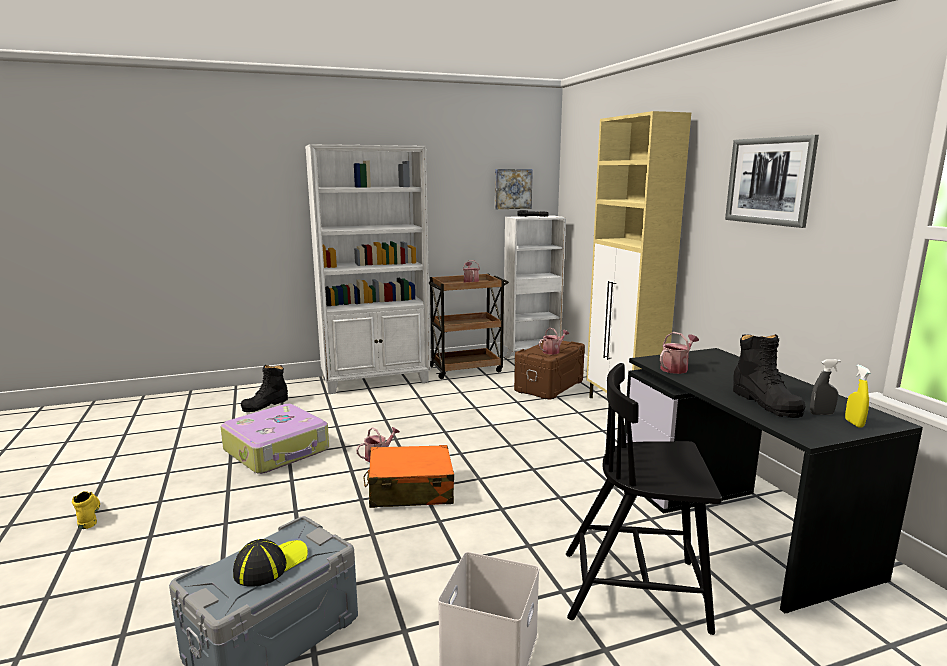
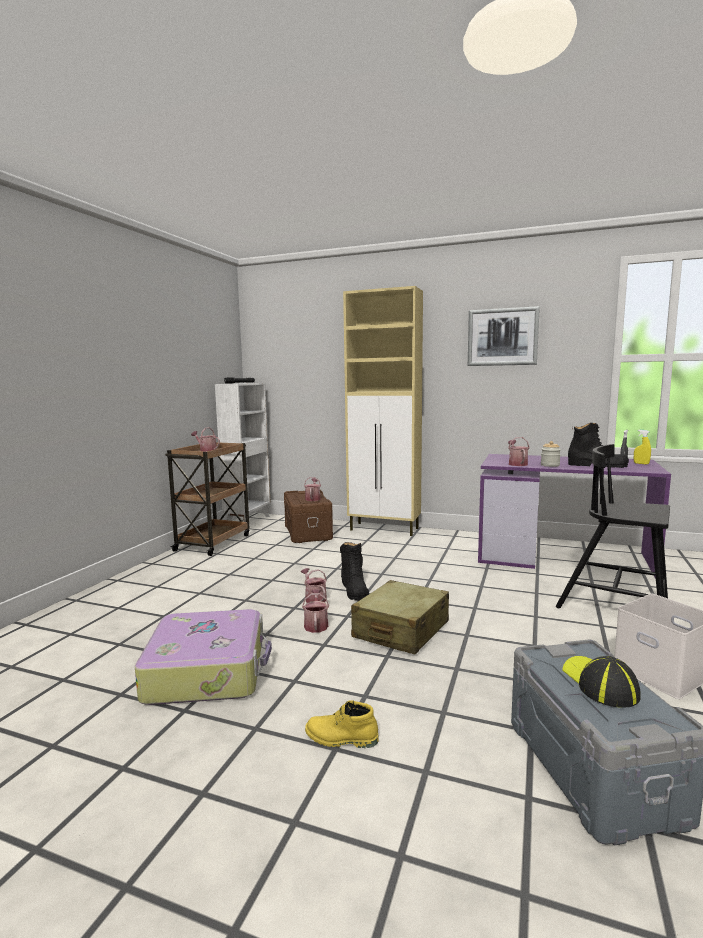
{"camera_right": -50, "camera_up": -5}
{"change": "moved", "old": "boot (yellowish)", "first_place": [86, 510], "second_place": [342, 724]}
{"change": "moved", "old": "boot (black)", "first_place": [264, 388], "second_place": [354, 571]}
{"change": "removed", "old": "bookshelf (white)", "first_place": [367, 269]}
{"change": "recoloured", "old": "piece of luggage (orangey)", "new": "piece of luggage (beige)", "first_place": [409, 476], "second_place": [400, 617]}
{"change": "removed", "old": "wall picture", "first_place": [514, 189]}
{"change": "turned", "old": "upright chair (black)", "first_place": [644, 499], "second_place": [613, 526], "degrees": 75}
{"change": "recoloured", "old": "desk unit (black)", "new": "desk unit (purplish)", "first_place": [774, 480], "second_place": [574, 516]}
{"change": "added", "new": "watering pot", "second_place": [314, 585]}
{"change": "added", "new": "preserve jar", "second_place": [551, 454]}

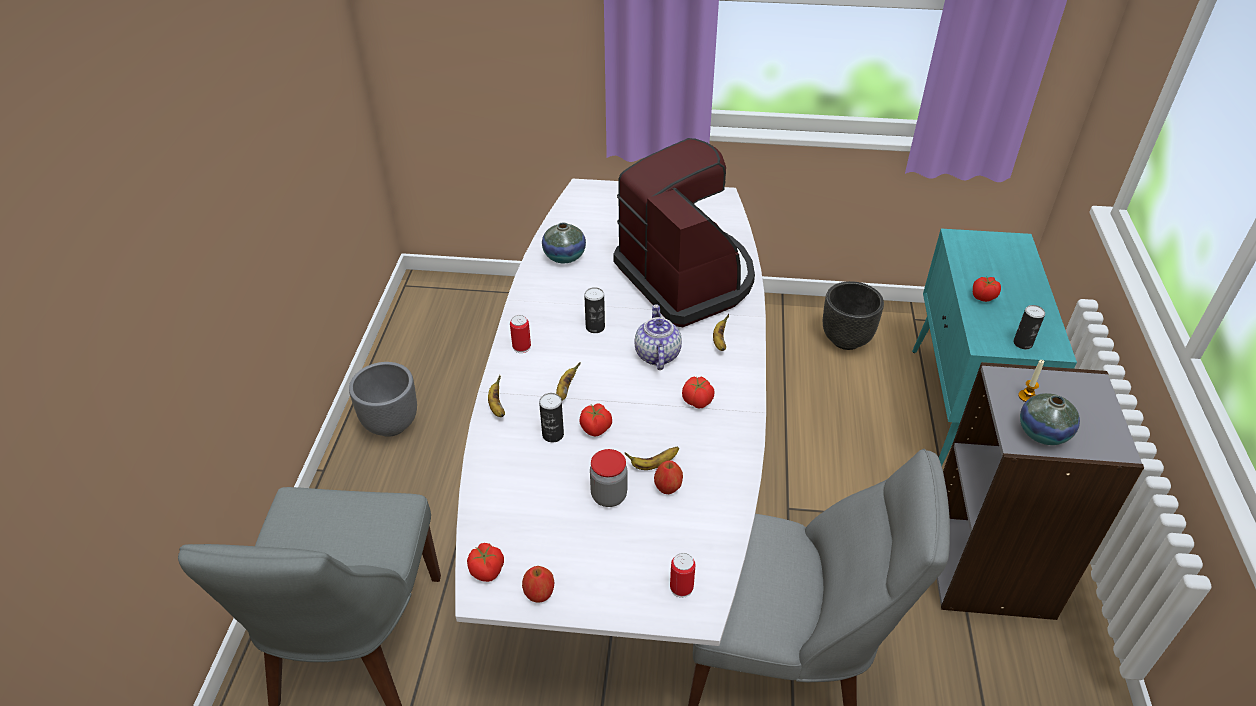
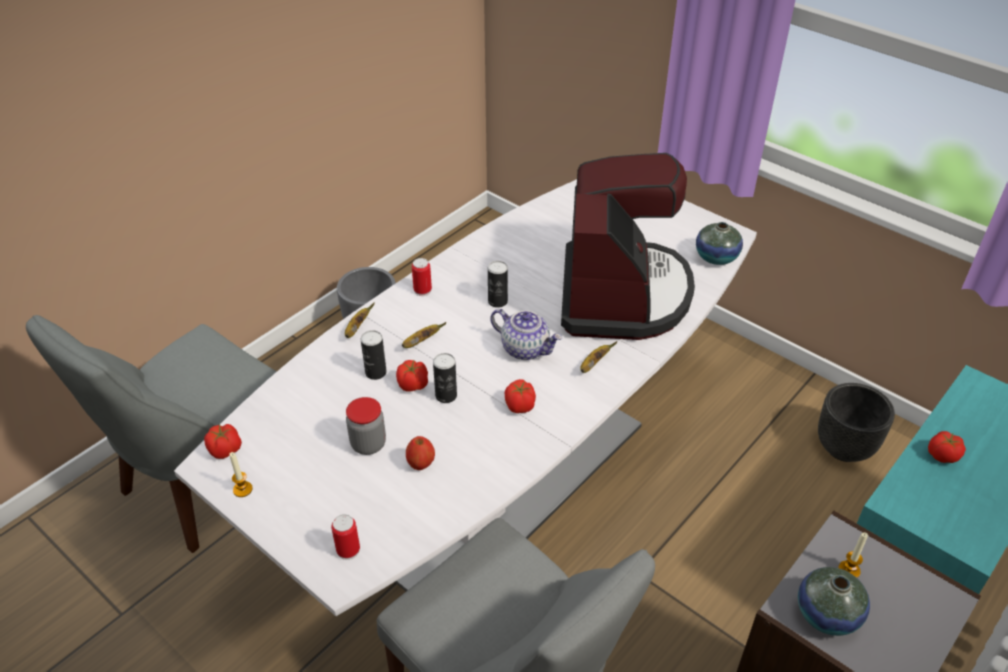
{"camera_right": 35, "camera_up": 0}
{"change": "replaced", "old": "whole apple", "new": "wax light", "first_place": [538, 584], "second_place": [241, 474]}
{"change": "moved", "old": "flower vase", "first_place": [564, 242], "second_place": [719, 243]}
{"change": "removed", "old": "banana", "first_place": [651, 458]}
{"change": "turned", "old": "tea pot", "first_place": [658, 337], "second_place": [526, 334], "degrees": 90}
{"change": "moved", "old": "sealed can", "first_place": [1029, 327], "second_place": [445, 378]}

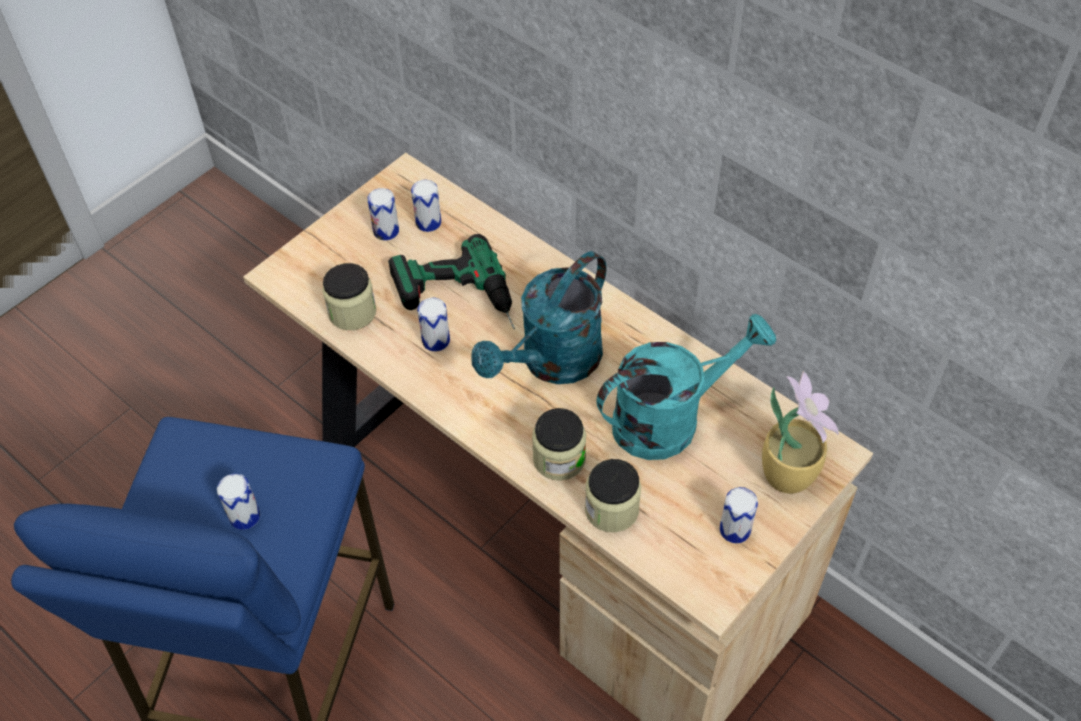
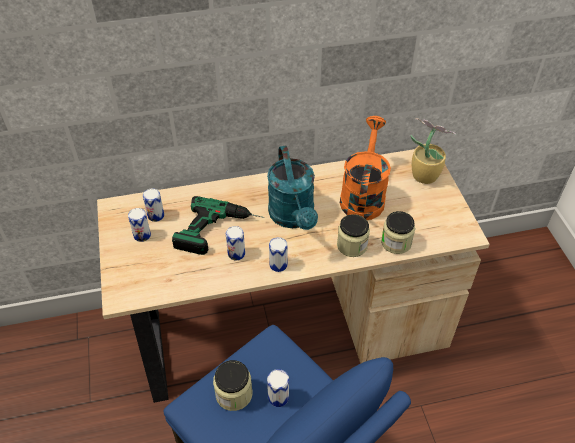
{"camera_right": -55, "camera_up": -5}
{"change": "moved", "old": "preserve jar", "first_place": [349, 296], "second_place": [232, 385]}
{"change": "recoloured", "old": "watering pot (turquoise-coloured)", "new": "watering pot (orangey)", "first_place": [686, 387], "second_place": [365, 168]}
{"change": "moved", "old": "sealed can", "first_place": [739, 515], "second_place": [278, 254]}

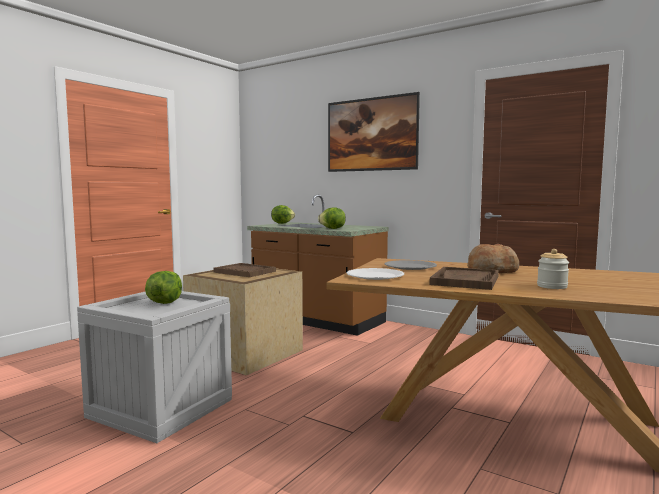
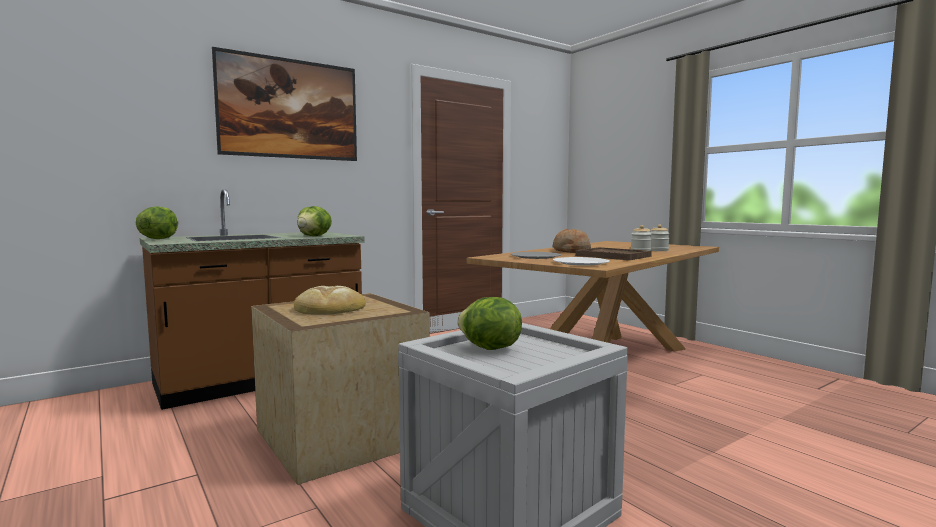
{"camera_right": -70, "camera_up": 0}
{"change": "replaced", "old": "serving tray (brown)", "new": "bakery bread", "first_place": [245, 270], "second_place": [330, 300]}
{"change": "added", "new": "preserve jar", "second_place": [660, 238]}

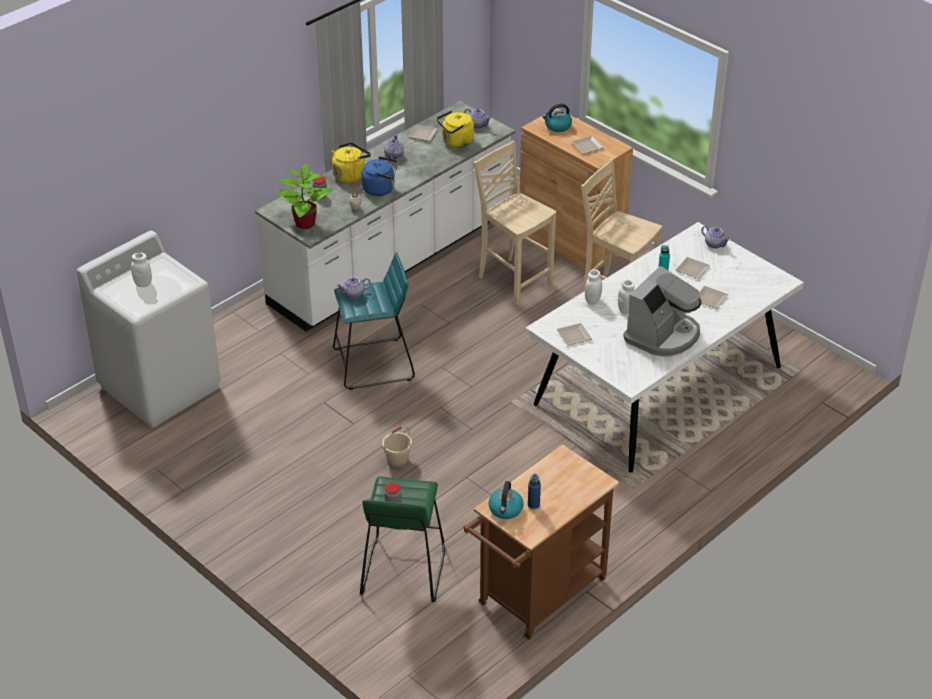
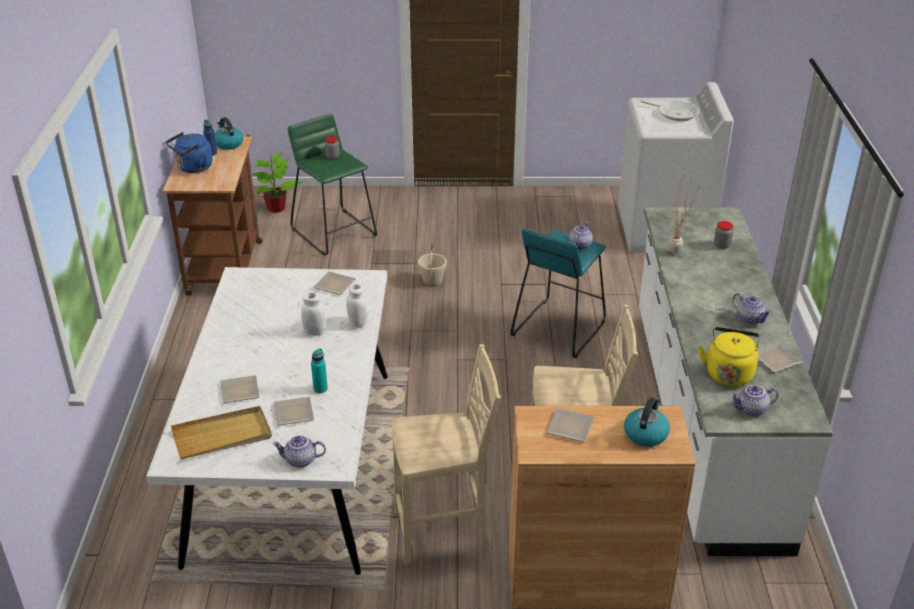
{"camera_right": 135, "camera_up": -5}
{"change": "replaced", "old": "preserve jar (white)", "new": "frying pan", "first_place": [141, 270], "second_place": [669, 111]}
{"change": "moved", "old": "potted plant", "first_place": [305, 196], "second_place": [277, 182]}
{"change": "removed", "old": "tea kettle (yellowish)", "first_place": [351, 162]}
{"change": "moved", "old": "tea kettle (blue)", "first_place": [379, 176], "second_place": [189, 152]}
{"change": "removed", "old": "coffee brewer", "first_place": [662, 311]}
{"change": "added", "new": "serving tray (beige)", "second_place": [221, 433]}

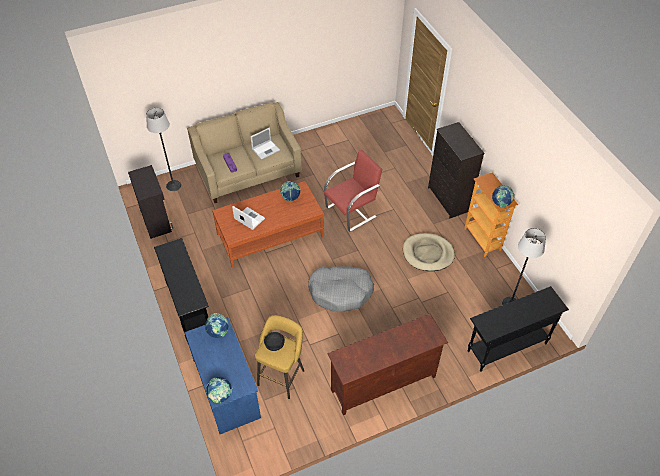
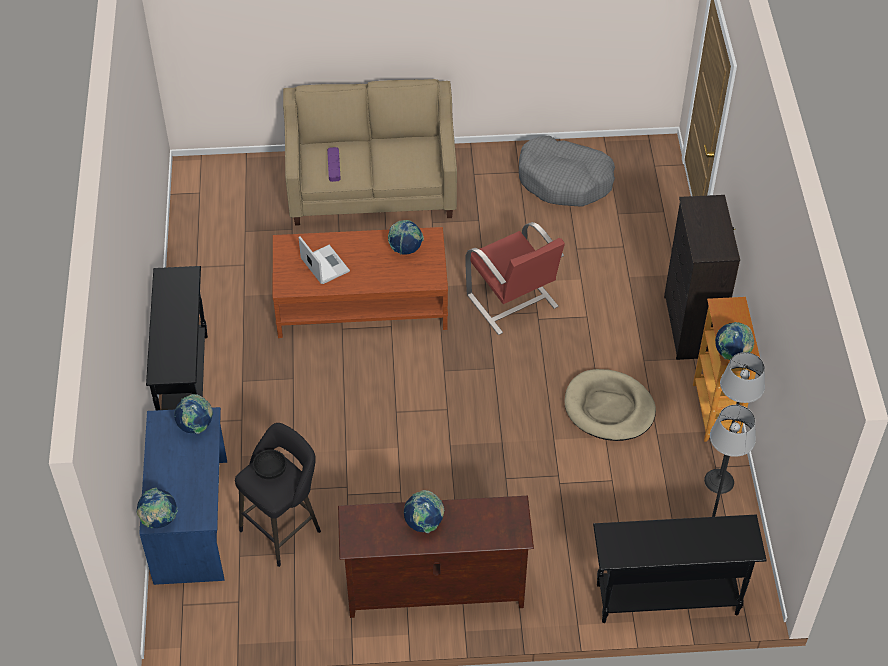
{"camera_right": 20, "camera_up": 0}
{"change": "removed", "old": "cupboard (black)", "first_place": [150, 202]}
{"change": "moved", "old": "floor lamp", "first_place": [163, 149], "second_place": [734, 423]}
{"change": "removed", "old": "laptop", "first_place": [265, 144]}
{"change": "recoloured", "old": "stool seat (yellowish)", "new": "stool seat (black)", "first_place": [279, 357], "second_place": [278, 495]}
{"change": "moved", "old": "dog cushion (gray)", "first_place": [341, 289], "second_place": [567, 171]}
{"change": "turned", "old": "lounge chair (reddish)", "first_place": [353, 191], "second_place": [515, 278], "degrees": 75}
{"change": "added", "new": "world globe", "second_place": [424, 512]}

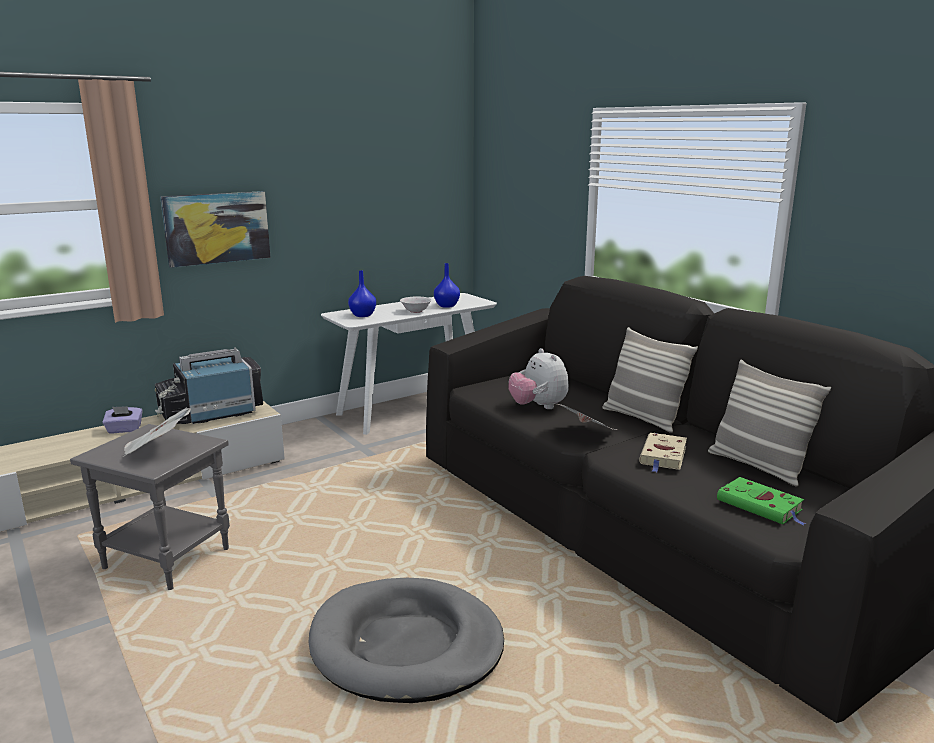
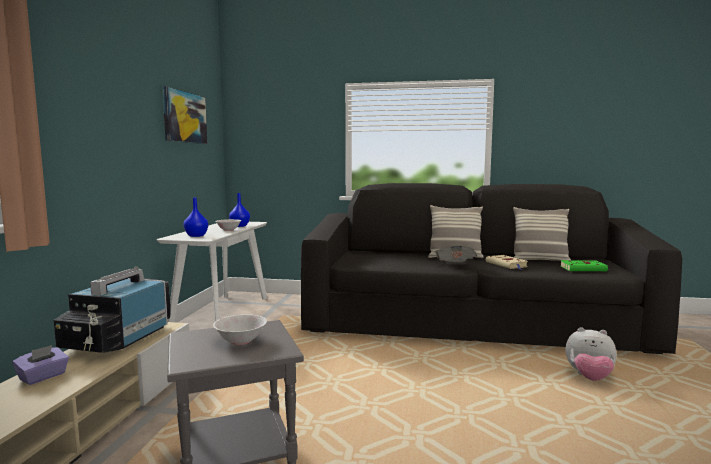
{"camera_right": -45, "camera_up": -10}
{"change": "replaced", "old": "daily paper", "new": "bowl (white)", "first_place": [157, 432], "second_place": [240, 329]}
{"change": "moved", "old": "wall picture", "first_place": [215, 229], "second_place": [184, 115]}
{"change": "removed", "old": "dog cushion (gray)", "first_place": [406, 640]}
{"change": "moved", "old": "plush toy", "first_place": [538, 378], "second_place": [591, 354]}

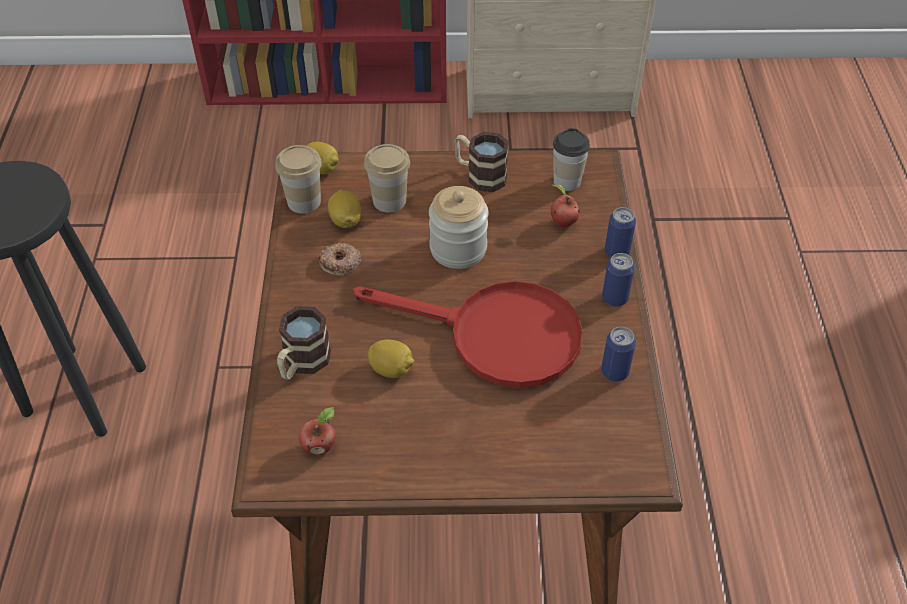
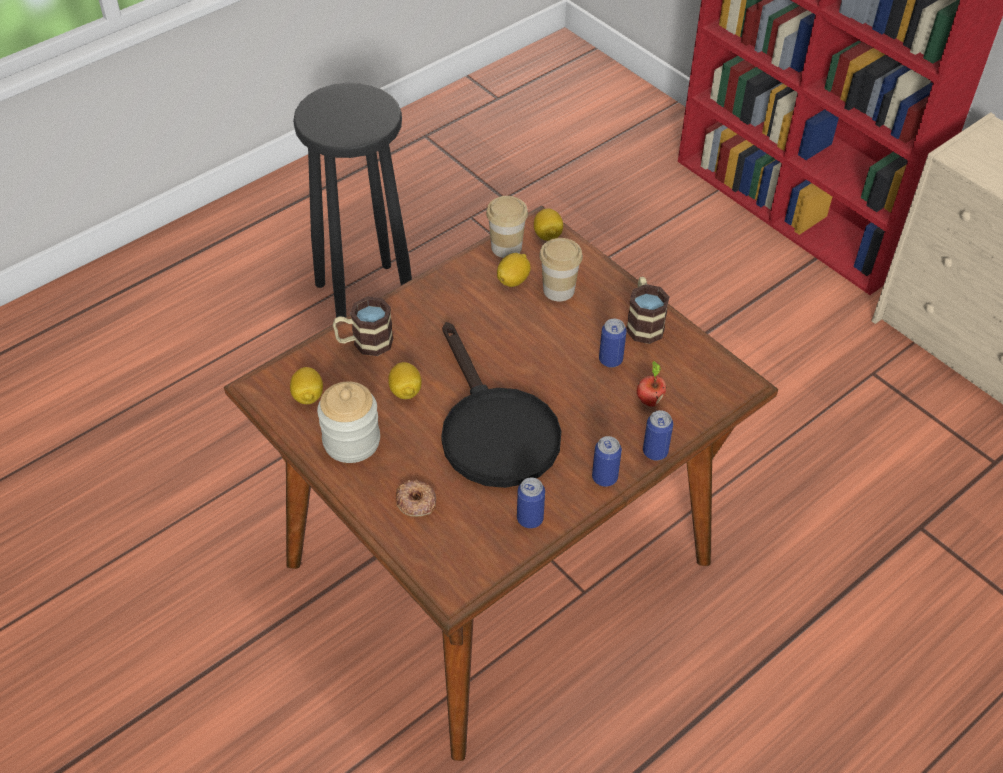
{"camera_right": 50, "camera_up": 0}
{"change": "replaced", "old": "whole apple", "new": "lemon", "first_place": [317, 431], "second_place": [306, 385]}
{"change": "moved", "old": "donut", "first_place": [340, 259], "second_place": [416, 498]}
{"change": "recoloured", "old": "frying pan (reddish)", "new": "frying pan (black)", "first_place": [468, 334], "second_place": [501, 405]}
{"change": "moved", "old": "preserve jar", "first_place": [458, 227], "second_place": [348, 422]}
{"change": "removed", "old": "drinking cup", "first_place": [571, 159]}
{"change": "added", "new": "sealed can", "second_place": [613, 343]}

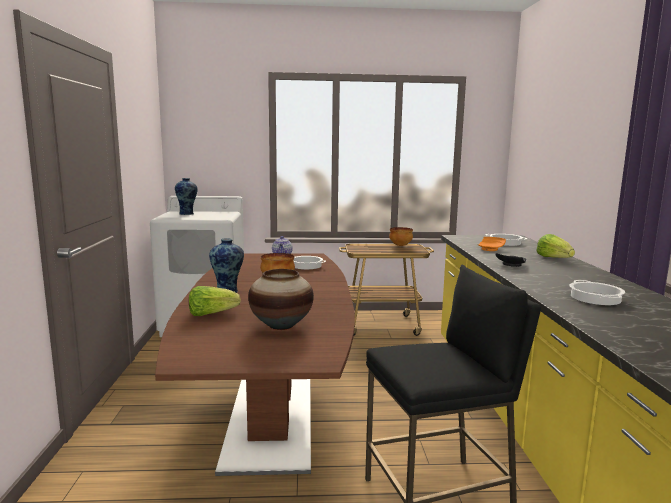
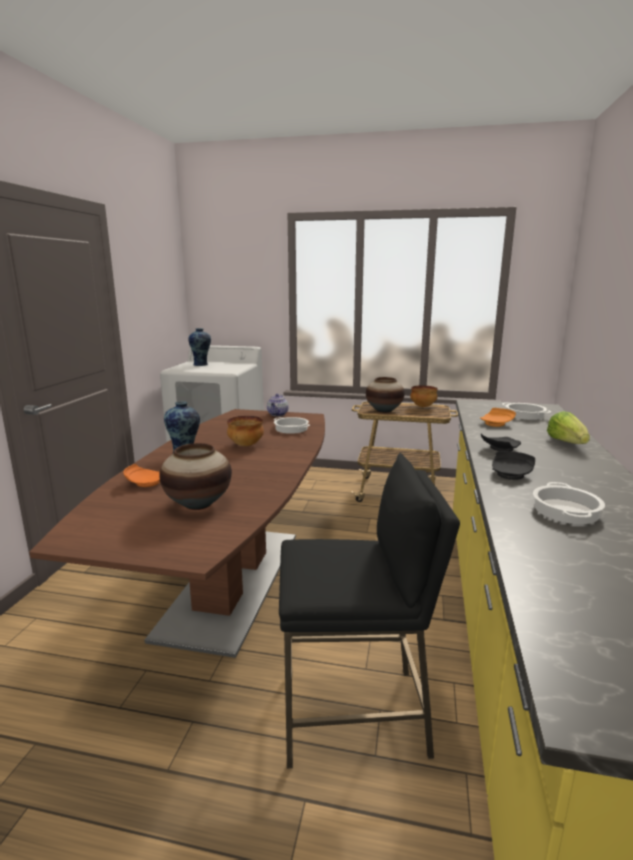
{"camera_right": 15, "camera_up": 5}
{"change": "replaced", "old": "head of lettuce", "new": "flat dish (orangey)", "first_place": [215, 301], "second_place": [141, 475]}
{"change": "added", "new": "flower vase", "second_place": [385, 395]}
{"change": "added", "new": "flat dish (black)", "second_place": [513, 465]}

